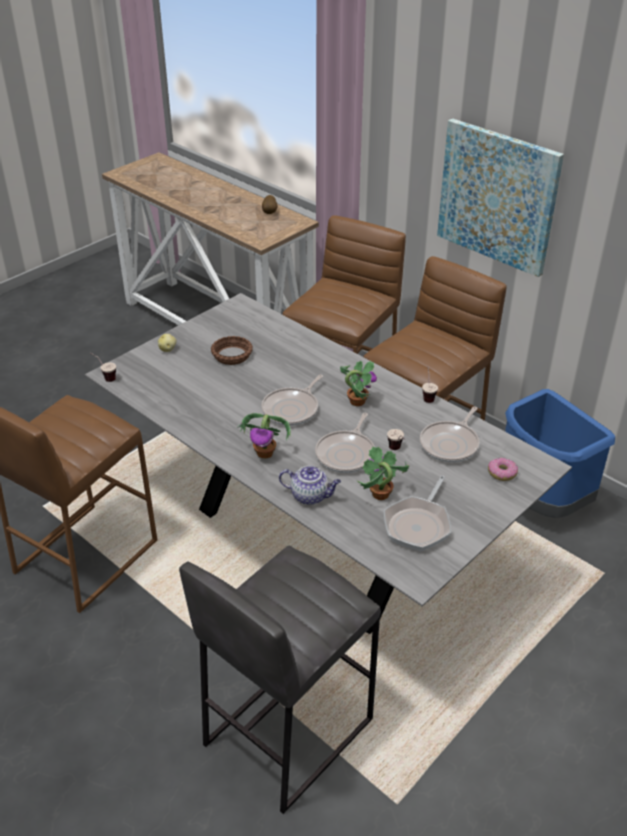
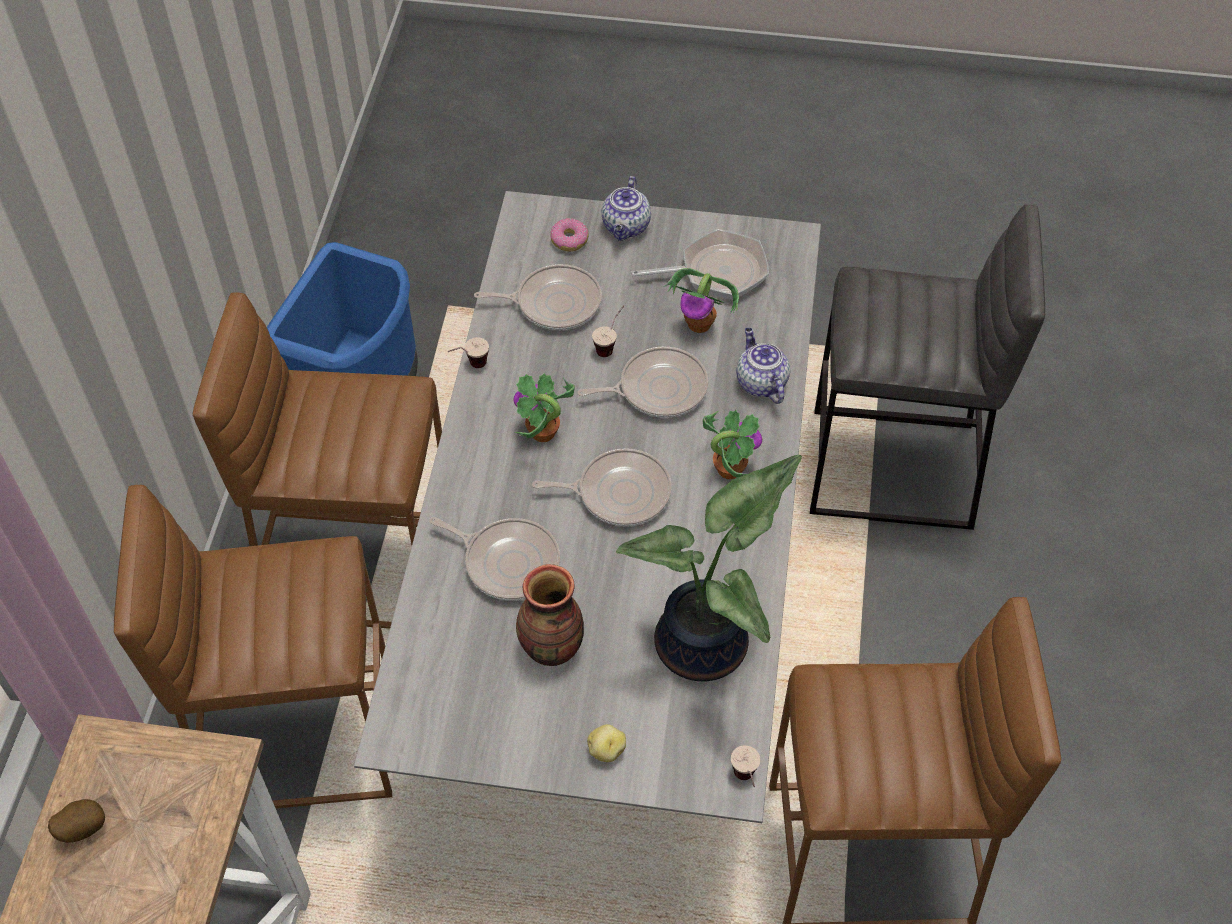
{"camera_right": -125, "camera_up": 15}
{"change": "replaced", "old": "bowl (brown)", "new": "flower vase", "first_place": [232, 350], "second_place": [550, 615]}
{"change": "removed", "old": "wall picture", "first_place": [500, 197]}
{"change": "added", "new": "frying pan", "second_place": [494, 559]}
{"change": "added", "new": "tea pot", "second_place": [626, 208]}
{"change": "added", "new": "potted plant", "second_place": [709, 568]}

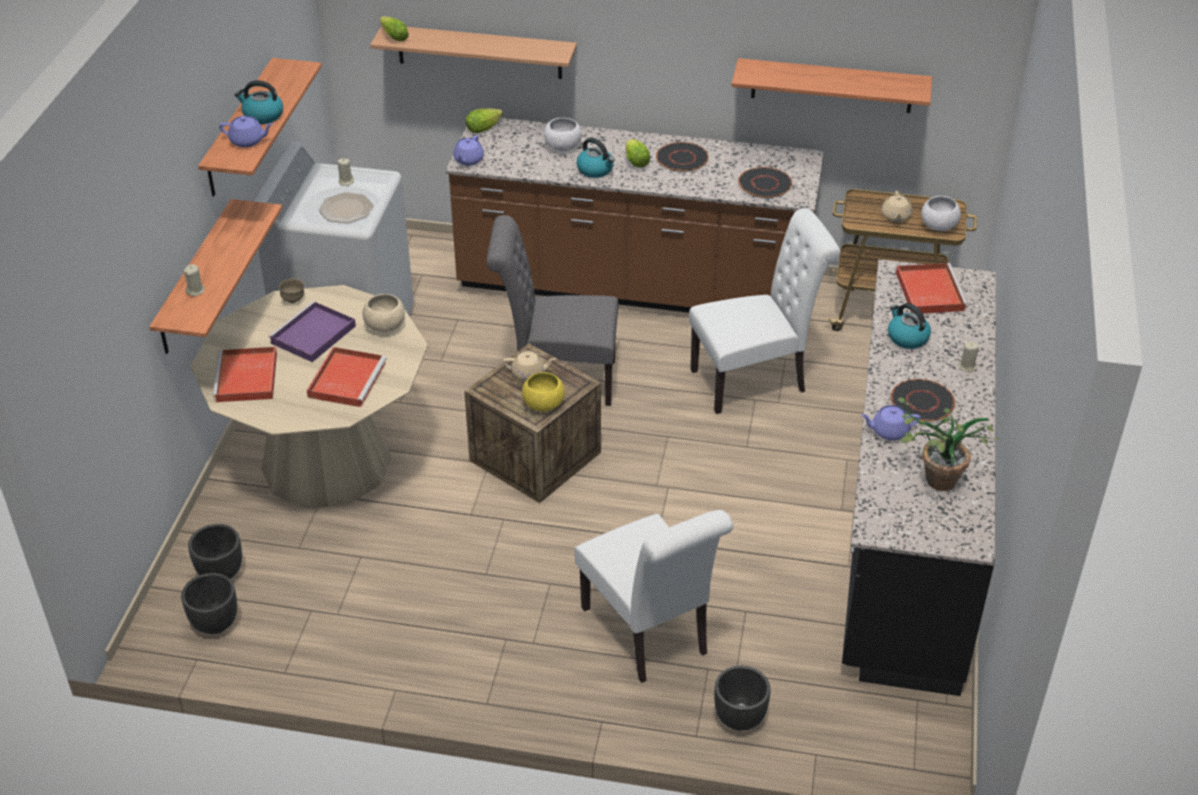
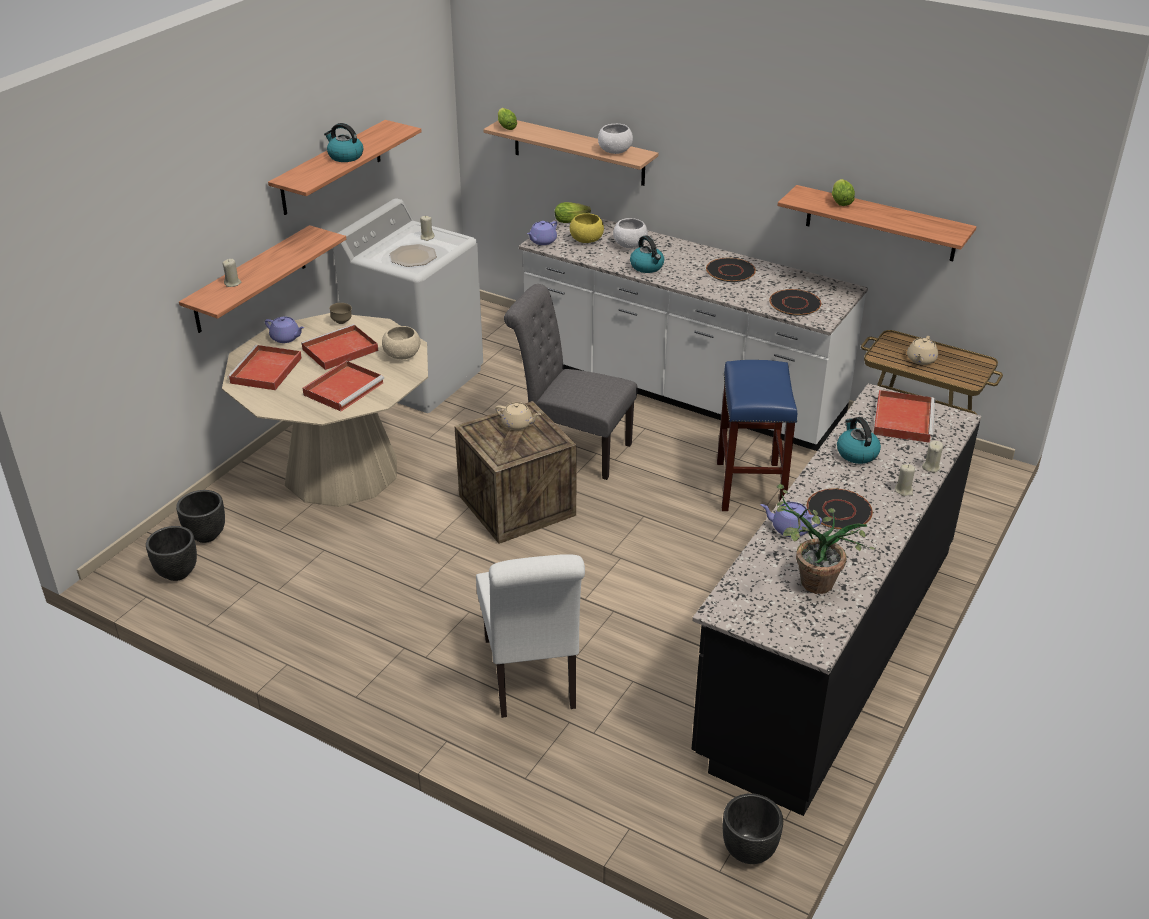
{"camera_right": 20, "camera_up": -5}
{"change": "moved", "old": "tea pot (purplish)", "first_place": [246, 131], "second_place": [284, 330]}
{"change": "recoloured", "old": "serving tray (purplish)", "new": "serving tray (reddish)", "first_place": [312, 331], "second_place": [339, 347]}
{"change": "recoloured", "old": "kitchen counter (brown)", "new": "kitchen counter (white)", "first_place": [634, 215], "second_place": [693, 334]}
{"change": "moved", "old": "bowl (yellowish)", "first_place": [543, 391], "second_place": [587, 228]}
{"change": "moved", "old": "head of lettuce", "first_place": [638, 153], "second_place": [843, 192]}
{"change": "replaced", "old": "upright chair (white)", "new": "stool seat (blue)", "first_place": [764, 311], "second_place": [757, 435]}
{"change": "moved", "old": "flower pot (black)", "first_place": [742, 698], "second_place": [753, 828]}
{"change": "moved", "old": "bowl (white)", "first_place": [941, 213], "second_place": [615, 139]}
{"change": "added", "new": "wax light (beige)", "second_place": [932, 457]}

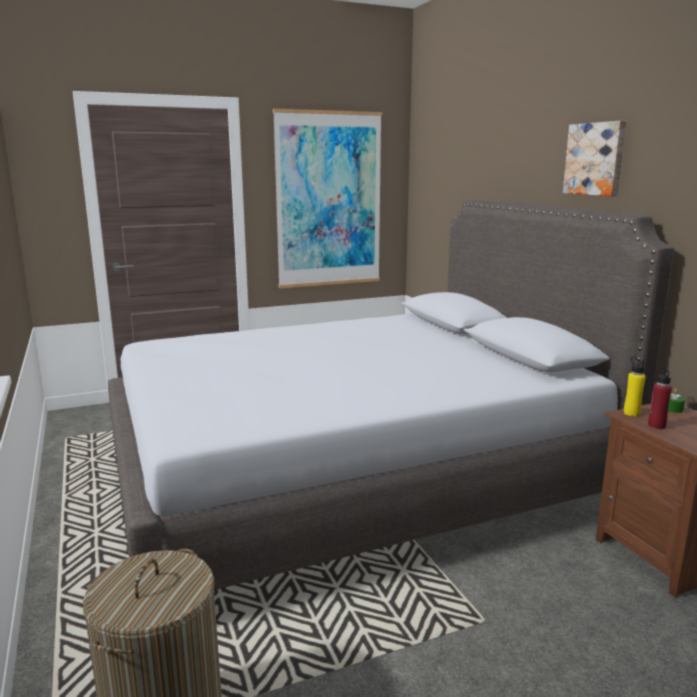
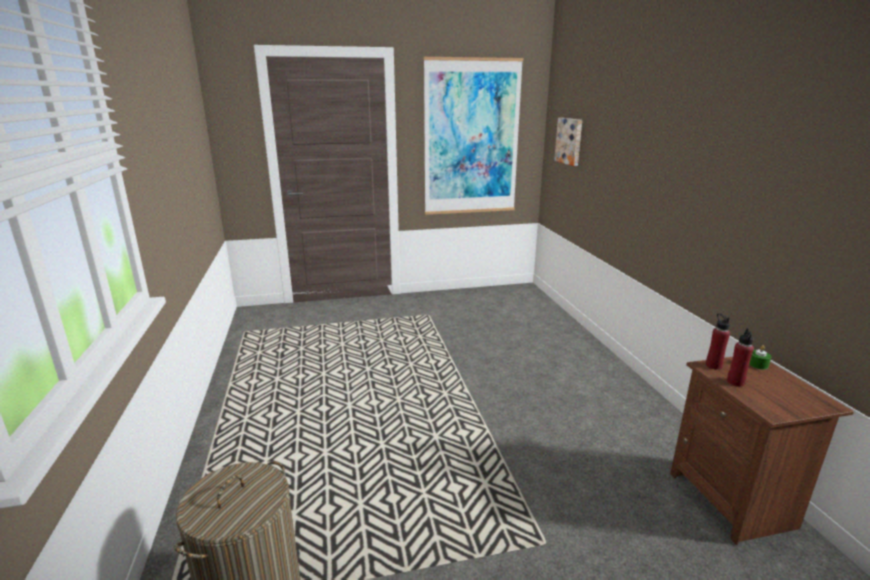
{"camera_right": 10, "camera_up": 5}
{"change": "removed", "old": "bed (gray)", "first_place": [391, 395]}
{"change": "moved", "old": "wall picture", "first_place": [594, 158], "second_place": [568, 142]}
{"change": "recoloured", "old": "beverage bottle (yellowish)", "new": "beverage bottle (reddish)", "first_place": [635, 386], "second_place": [718, 341]}

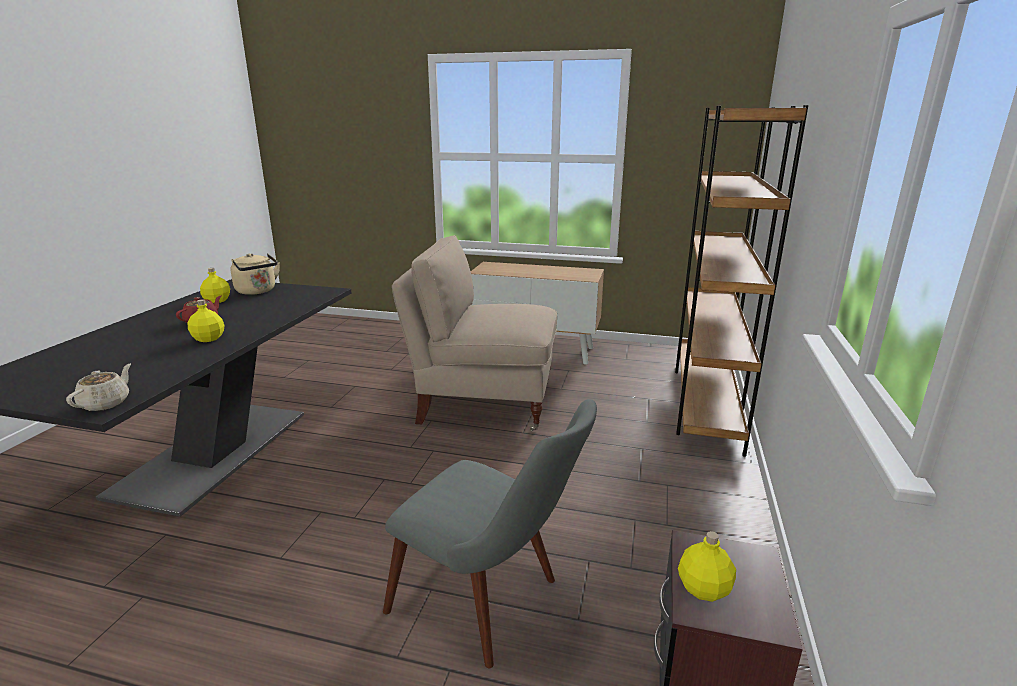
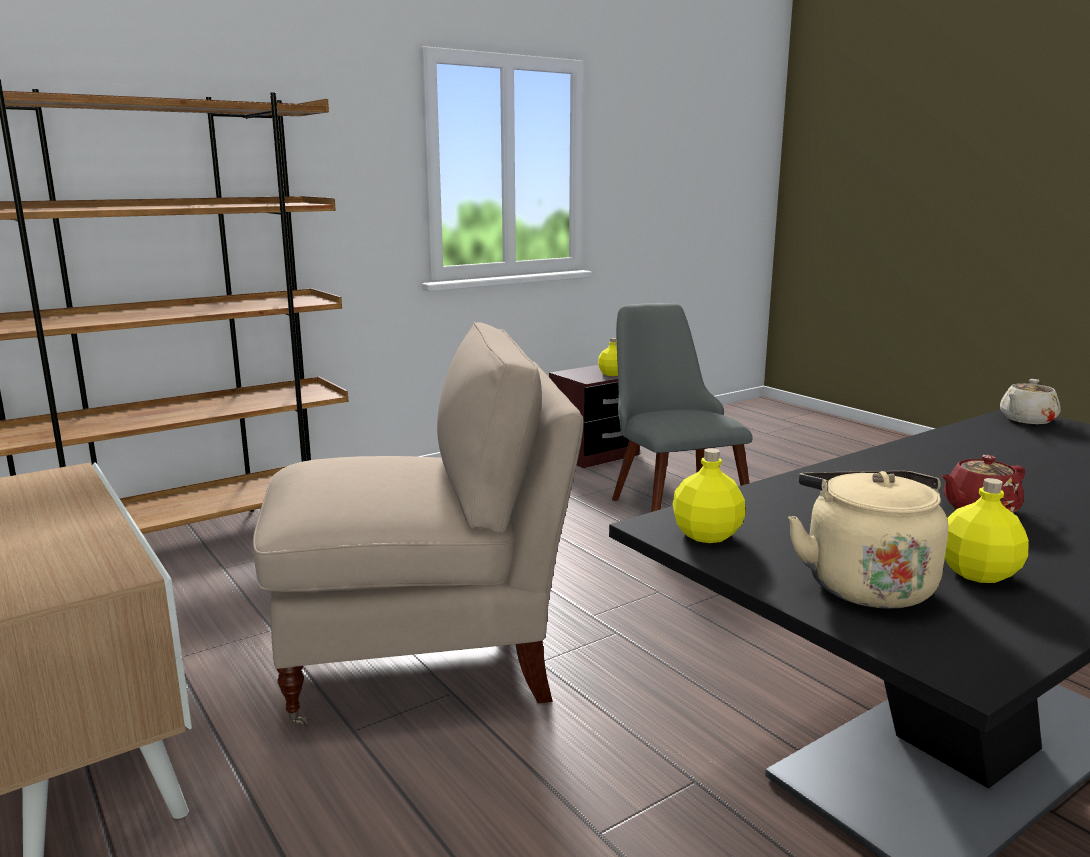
{"camera_right": -140, "camera_up": -5}
{"change": "moved", "old": "beverage bottle (yellowish)", "first_place": [206, 320], "second_place": [709, 495]}
{"change": "turned", "old": "upright chair (beige)", "first_place": [474, 333], "second_place": [418, 524], "degrees": -60}

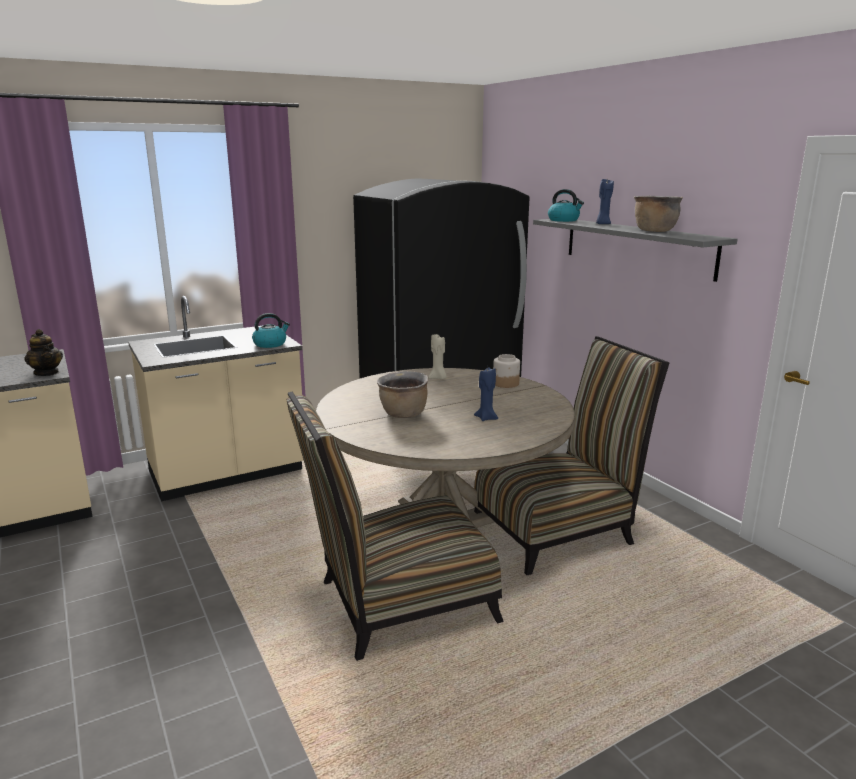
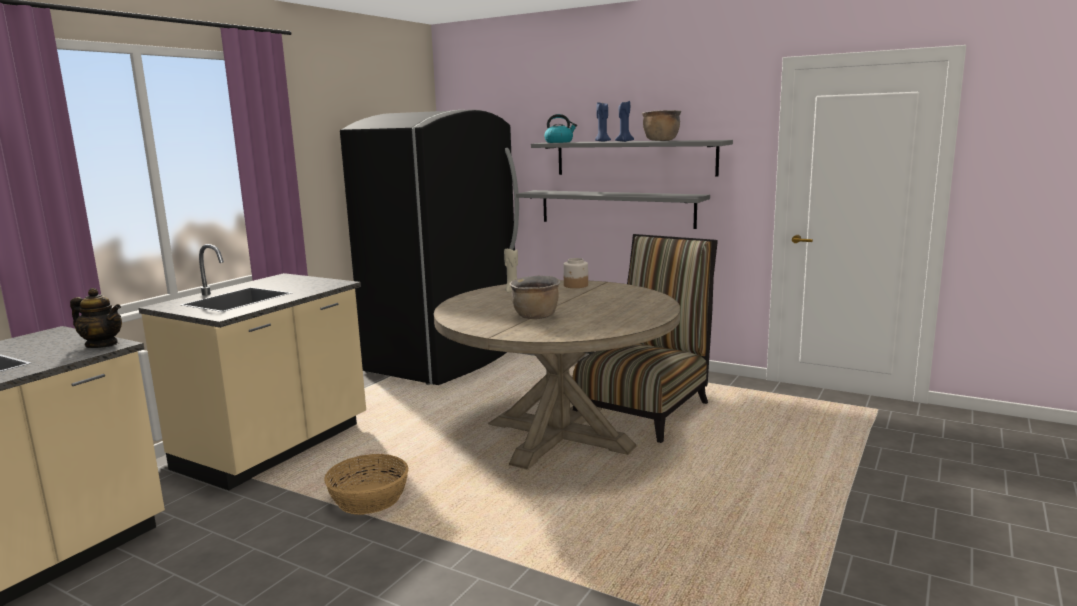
{"camera_right": -30, "camera_up": -5}
{"change": "removed", "old": "tea kettle", "first_place": [271, 330]}
{"change": "removed", "old": "upright chair", "first_place": [395, 526]}
{"change": "moved", "old": "wax light (blue)", "first_place": [486, 394], "second_place": [624, 121]}
{"change": "added", "new": "household basket", "second_place": [366, 484]}
{"change": "added", "new": "shelf (gray)", "second_place": [613, 209]}

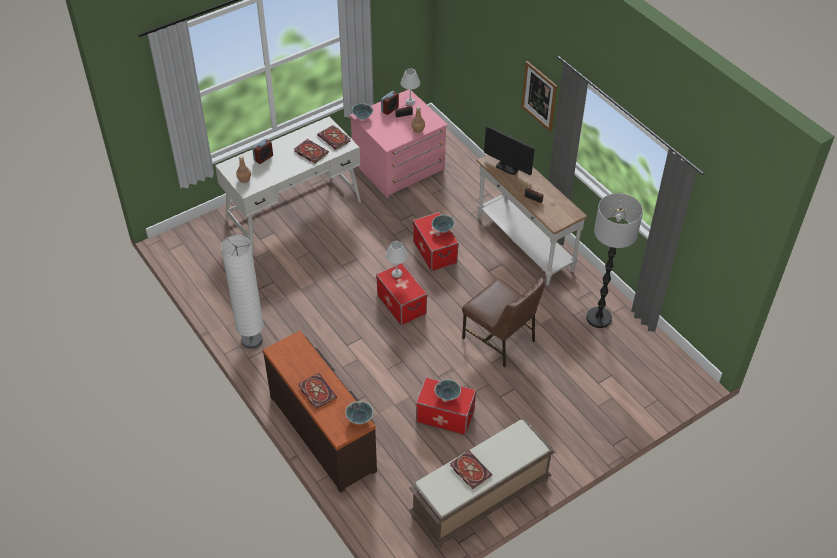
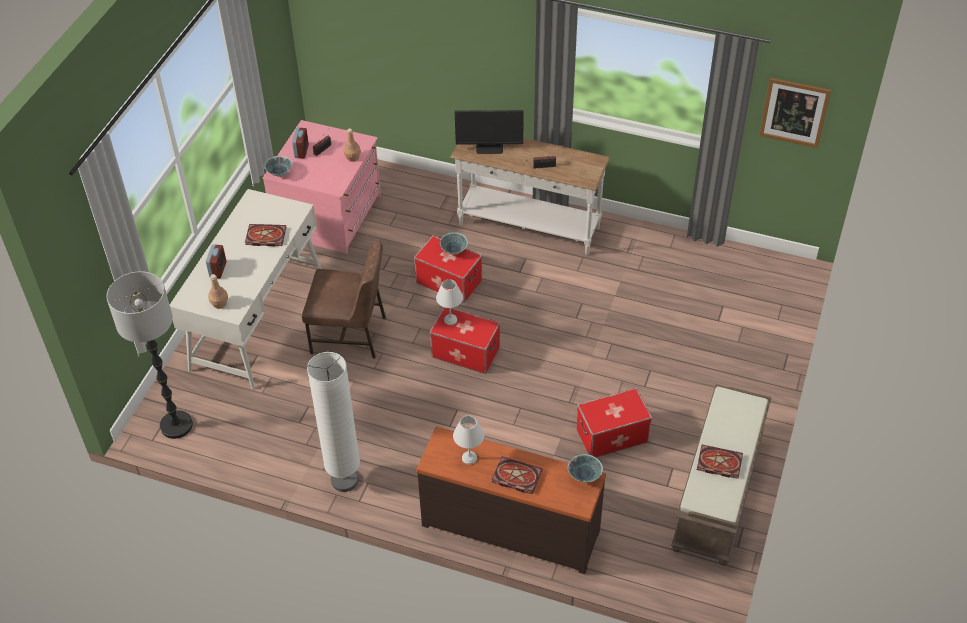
{"camera_right": -35, "camera_up": 0}
{"change": "removed", "old": "bound book", "first_place": [333, 137]}
{"change": "moved", "old": "table lamp (white)", "first_place": [410, 87], "second_place": [468, 440]}
{"change": "removed", "old": "bowl", "first_place": [447, 390]}
{"change": "moved", "old": "upright chair (brown)", "first_place": [503, 322], "second_place": [344, 298]}
{"change": "moved", "old": "wall picture", "first_place": [539, 96], "second_place": [795, 113]}
{"change": "moved", "old": "floor lamp", "first_place": [614, 260], "second_place": [150, 355]}

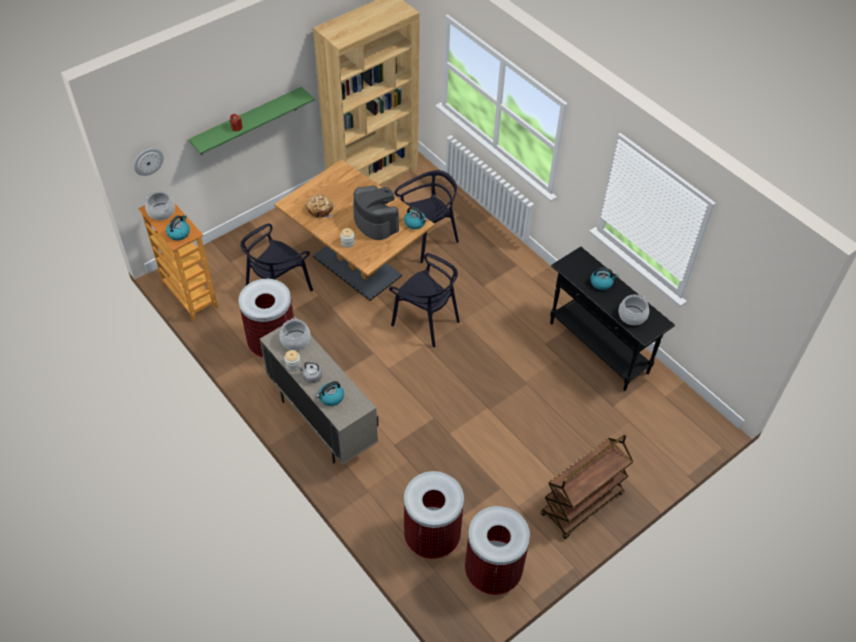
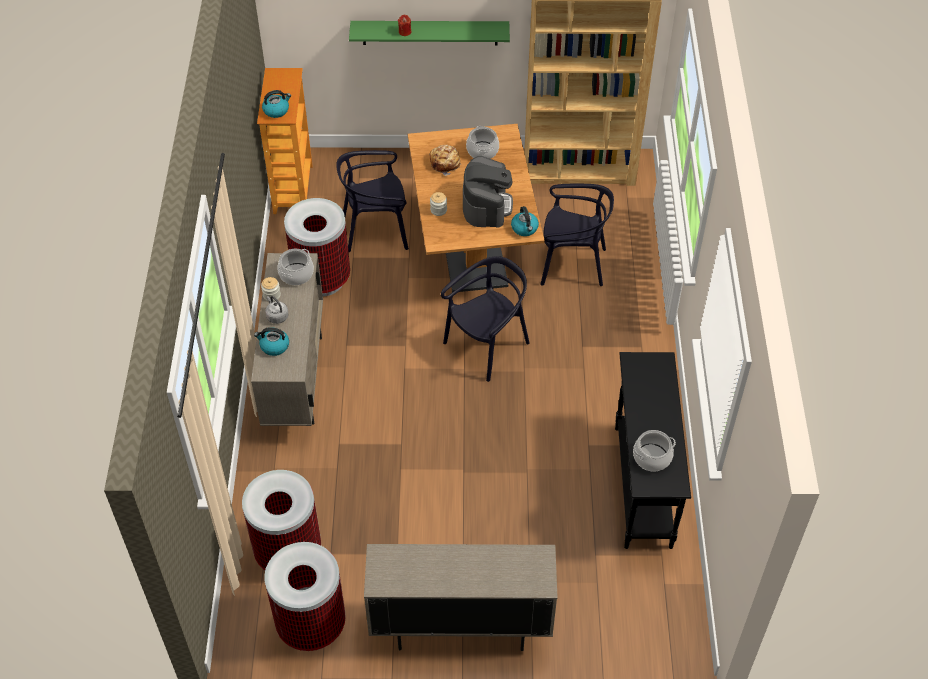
{"camera_right": 40, "camera_up": 0}
{"change": "removed", "old": "clock on the wall", "first_place": [149, 162]}
{"change": "moved", "old": "cooking pot", "first_place": [160, 205], "second_place": [482, 142]}
{"change": "turned", "old": "upright chair (black)", "first_place": [424, 300], "second_place": [485, 319], "degrees": -120}
{"change": "replaced", "old": "cart (brown)", "new": "cupboard (beige)", "first_place": [587, 487], "second_place": [461, 597]}
{"change": "removed", "old": "tea kettle", "first_place": [604, 279]}

